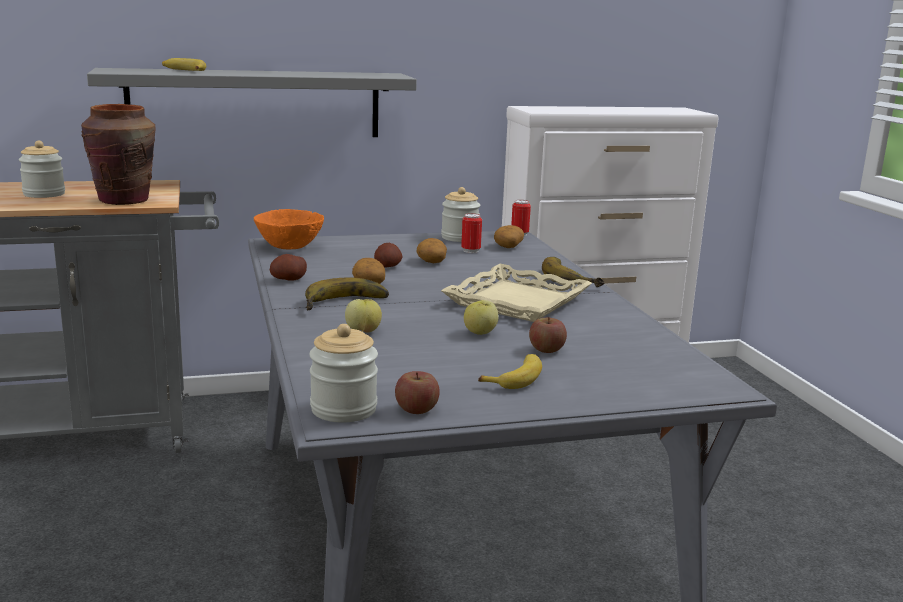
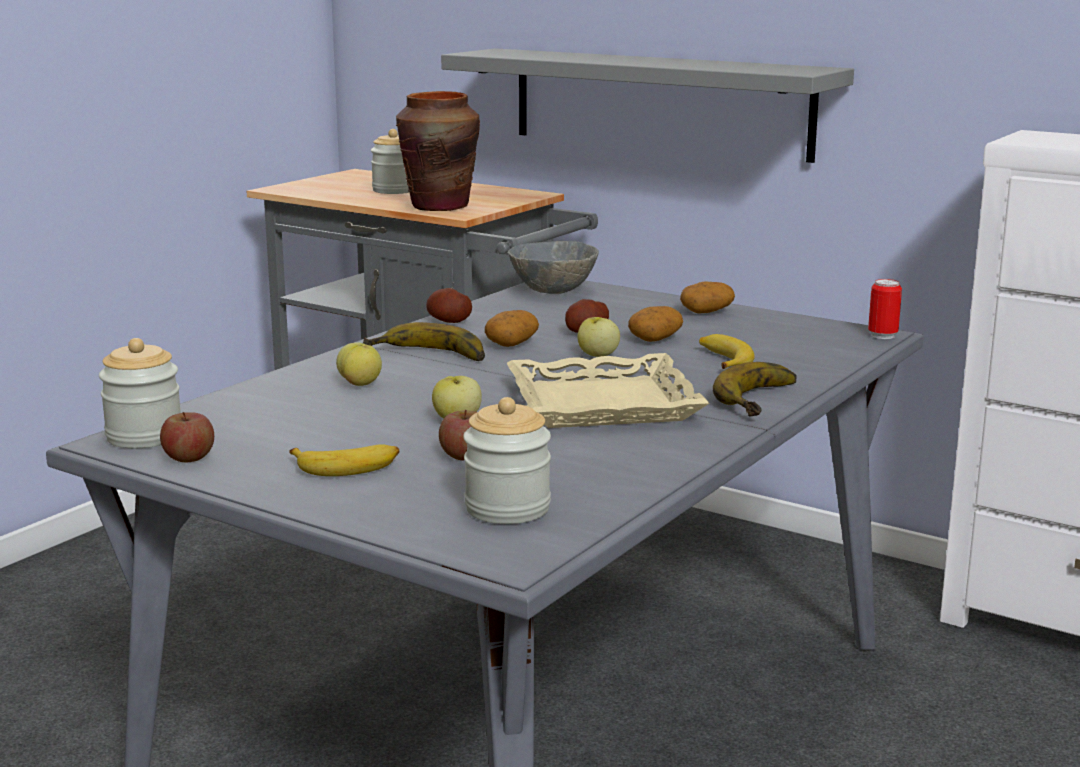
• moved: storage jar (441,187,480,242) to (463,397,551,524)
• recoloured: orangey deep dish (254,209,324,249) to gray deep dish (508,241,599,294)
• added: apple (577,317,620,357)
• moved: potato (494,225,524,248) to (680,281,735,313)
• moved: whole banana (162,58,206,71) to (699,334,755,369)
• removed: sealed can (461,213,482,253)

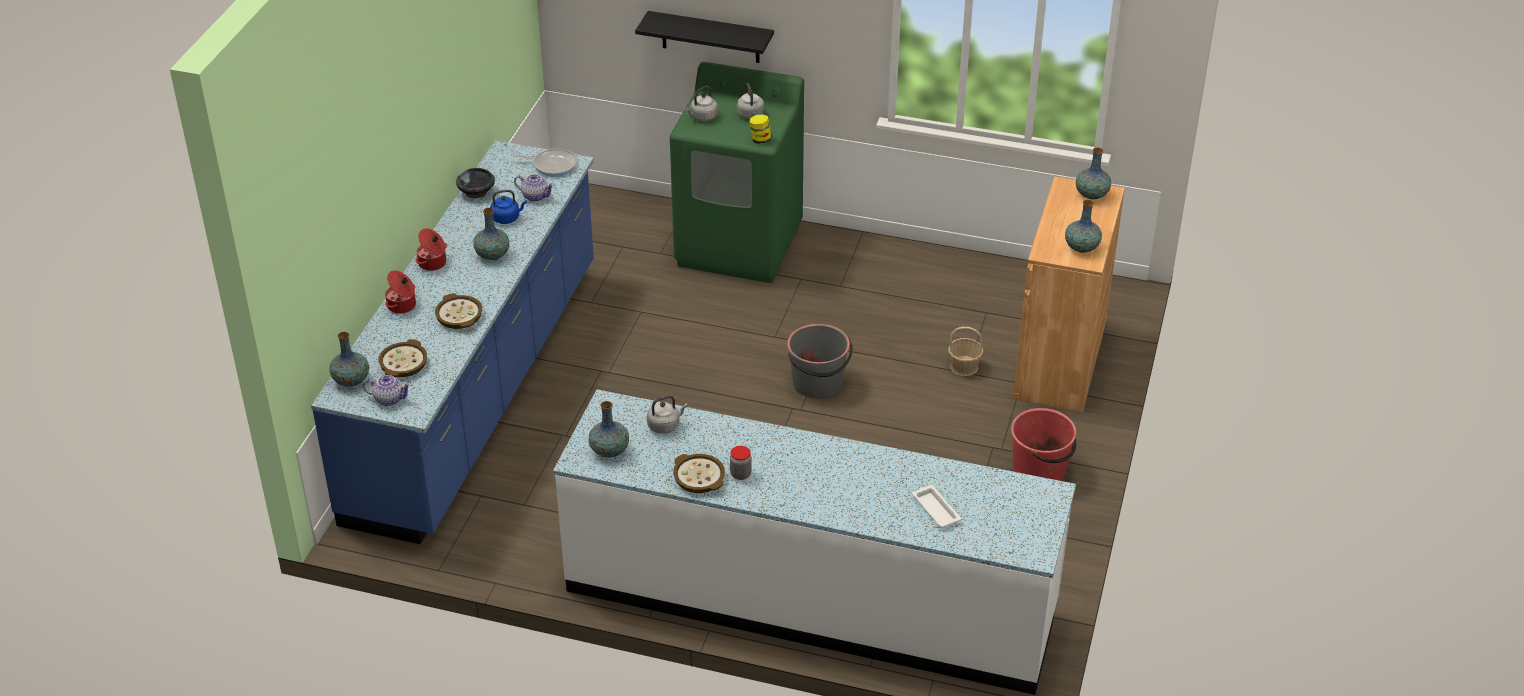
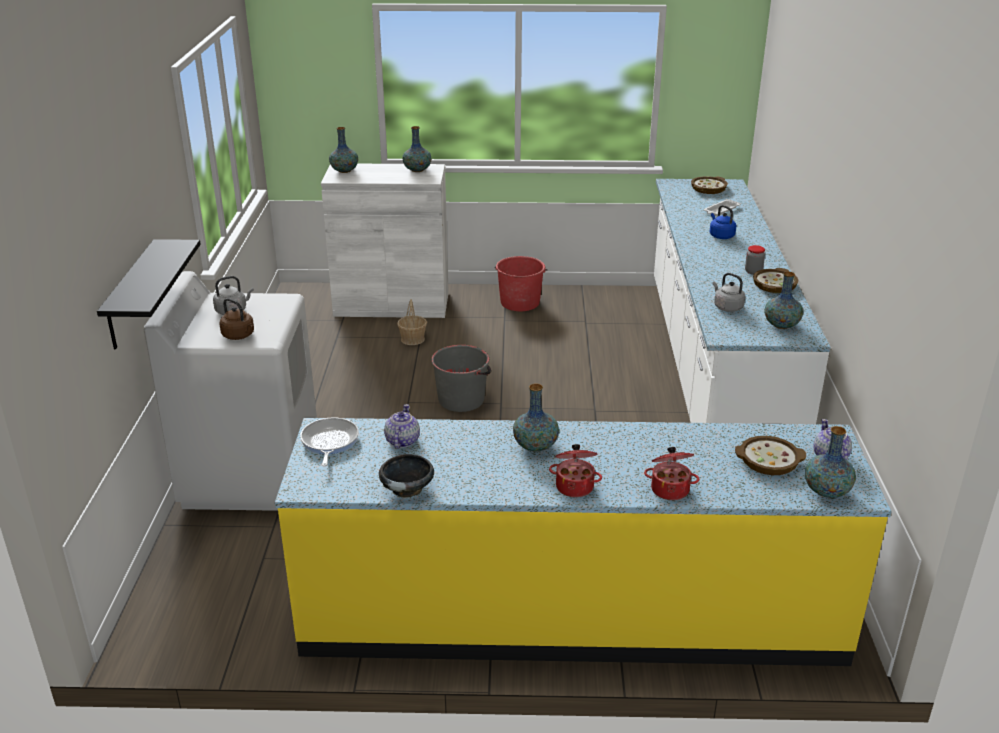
• recoloured: green laundry machine (670,62,804,283) to white-coloured laundry machine (144,271,317,511)
• recoloured: gray water kettle (685,86,718,121) to brown water kettle (220,298,254,340)
• recoloured: blue-coloured kitchen base unit (311,140,594,544) to yellow-coloured kitchen base unit (275,418,892,666)
• recoloured: brown cupboard (1013,176,1125,412) to white-coloured cupboard (321,164,449,318)
• moved: deep dish (435,293,482,329) to (691,176,728,194)
• moved: blue-coloured water kettle (490,190,527,224) to (710,205,736,239)
• removed: storage jar (749,114,772,144)

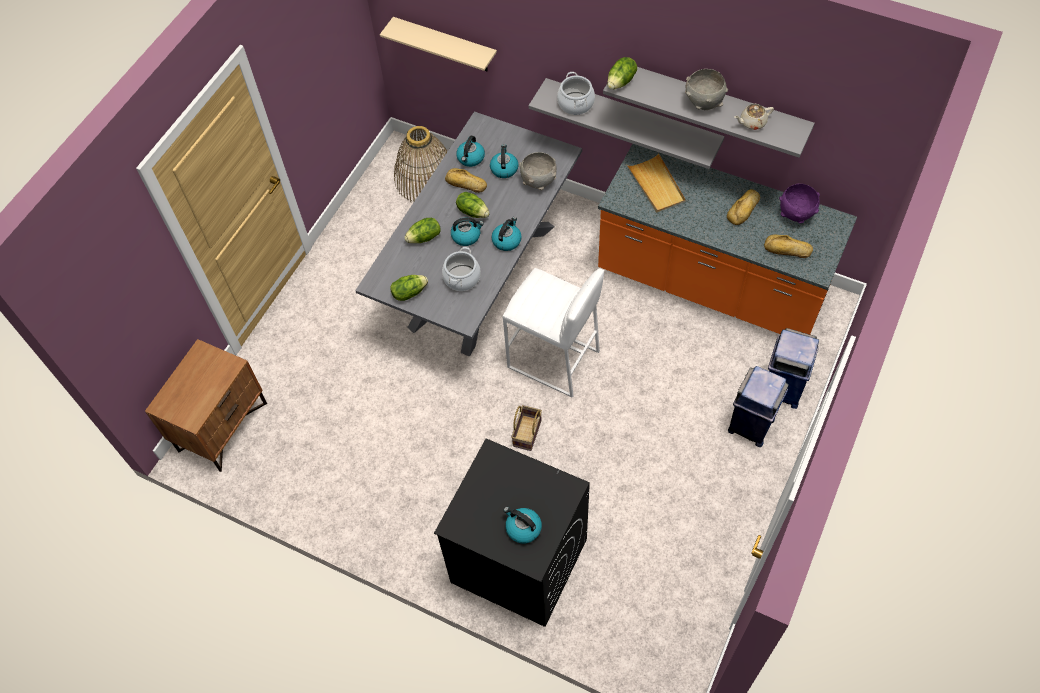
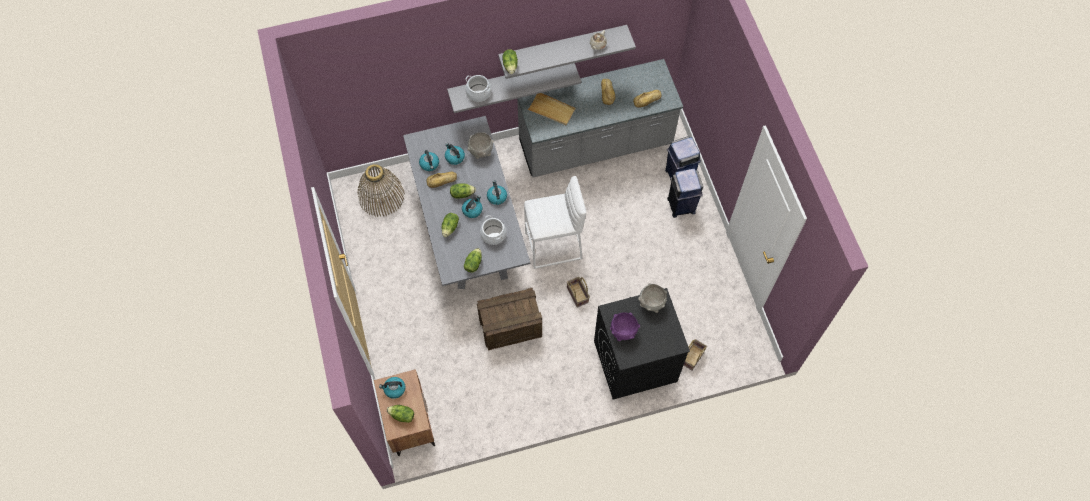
• moved: water kettle (503,506,542,544) to (379,377,406,399)
• added: head of lettuce (387,405,414,423)
• added: packing crate (477,288,542,350)
• recoloured: orangey kitchen base unit (598,144,857,335) to gray kitchen base unit (517,59,683,177)
• moved: purple-coloured deep dish (779,184,820,224) to (610,312,640,341)
• moved: gray deep dish (685,69,728,110) to (638,283,667,313)
• added: household basket (683,339,707,370)
• removed: beige shelf (380,17,497,71)

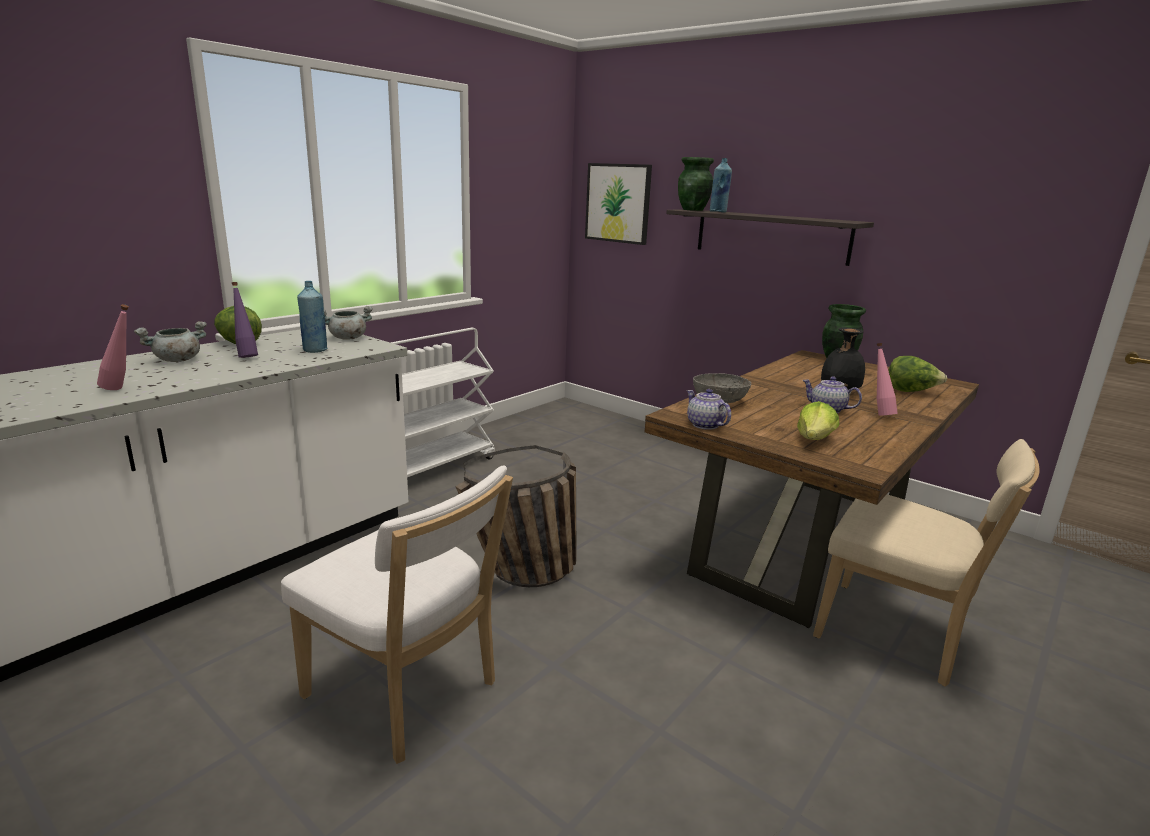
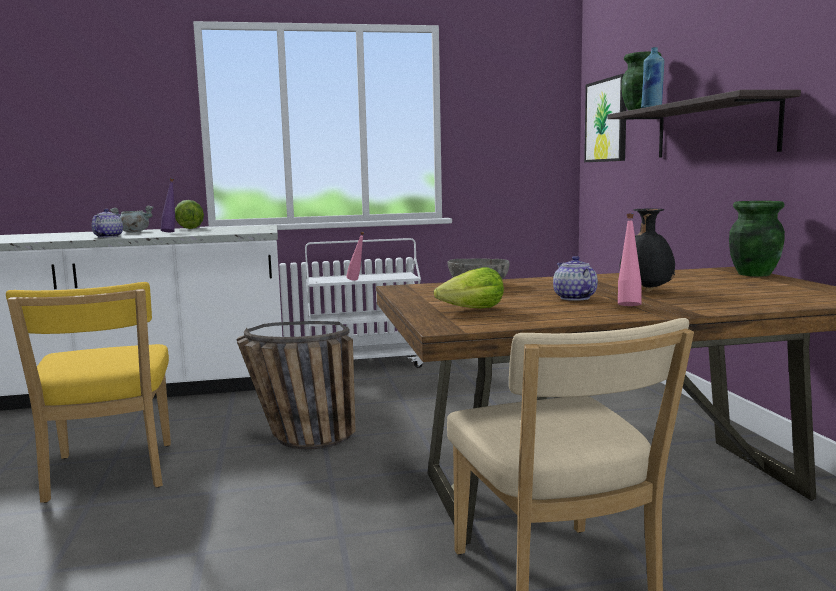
• recoloured: white-coloured upright chair (281,465,513,764) to yellow-coloured upright chair (6,282,171,503)
• moved: teapot (687,389,731,430) to (92,209,123,238)
• moved: pink-coloured drink bottle (97,304,129,390) to (346,232,364,281)
• removed: blue-coloured drink bottle (297,281,328,353)
• removed: gray stockpot (324,306,373,340)
• removed: head of lettuce (888,356,947,392)

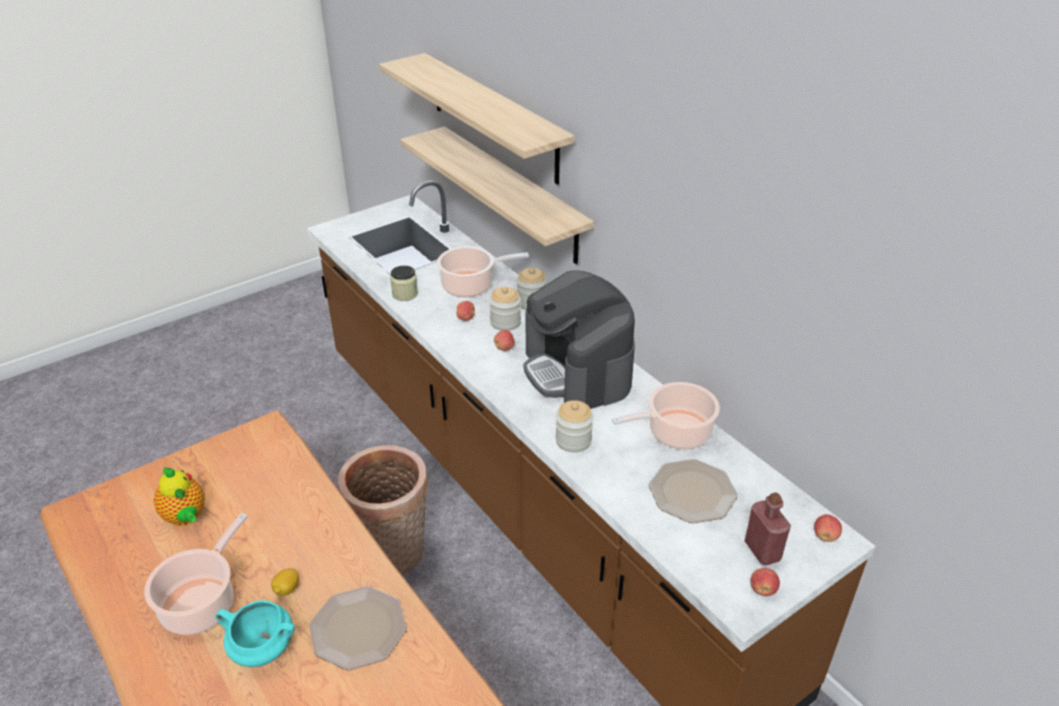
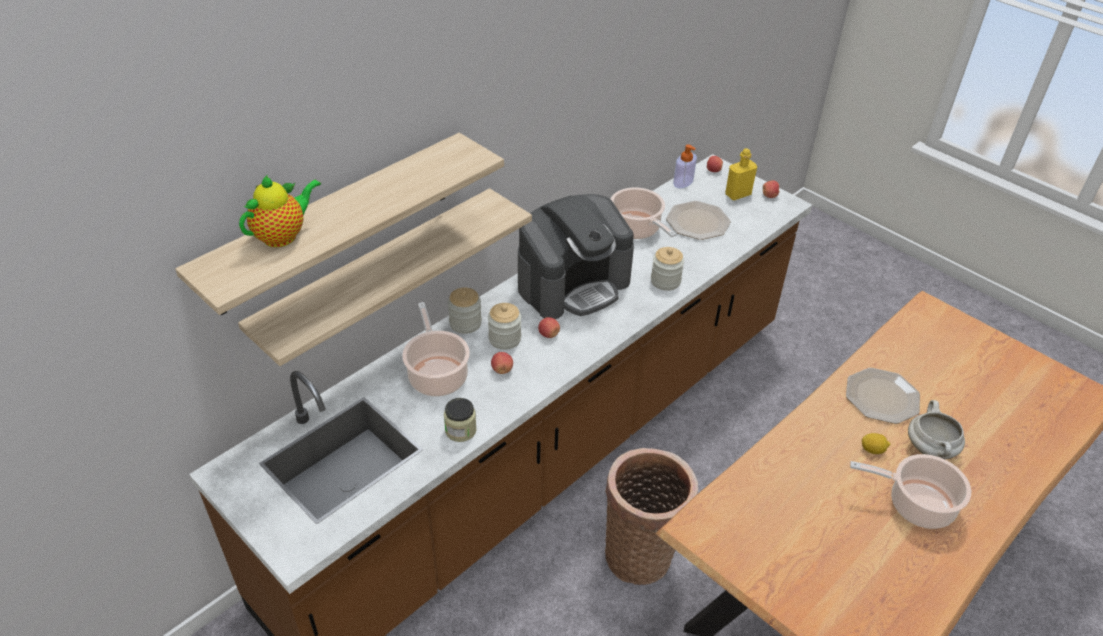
• moved: teapot (154,467,205,526) to (239,174,321,247)
• added: soap bottle (673,144,697,188)
• recoloured: reddish drink bottle (745,492,791,565) to yellow-coloured drink bottle (725,148,757,200)
• recoloured: blue-green stockpot (216,600,295,667) to white-coloured stockpot (908,400,965,459)

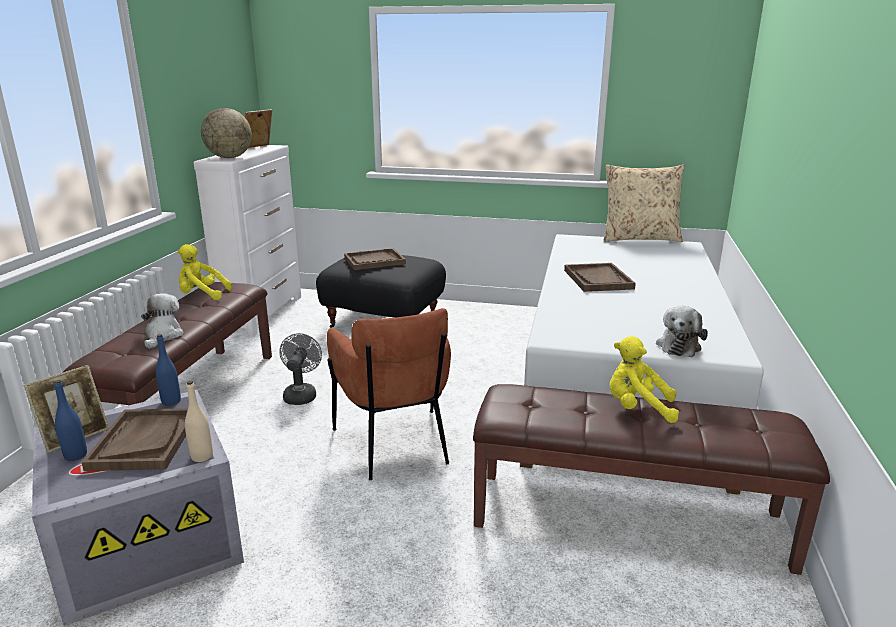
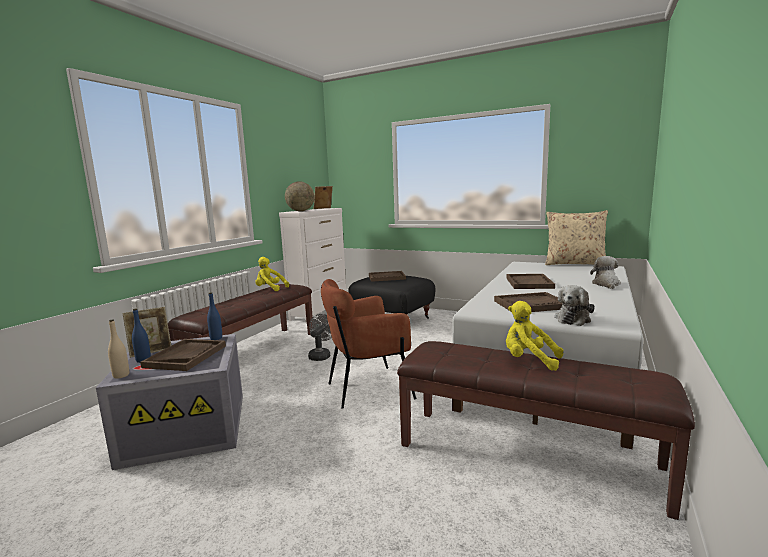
• moved: beige drink bottle (185,381,213,462) to (108,319,129,379)
• turned: brown armchair (327,308,451,480) = (321,279,416,409) 75 degrees clockwise
• added: brown serving tray (494,292,563,312)
• moved: soft toy (141,293,184,349) to (590,256,621,289)

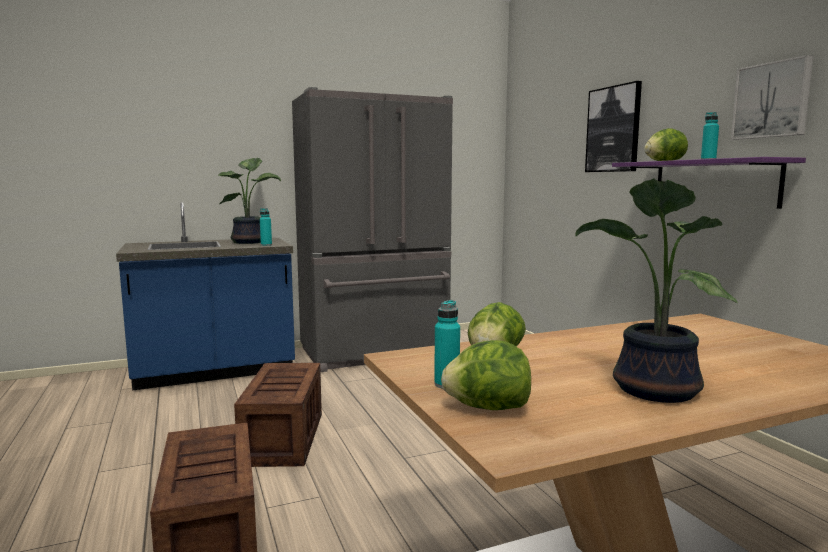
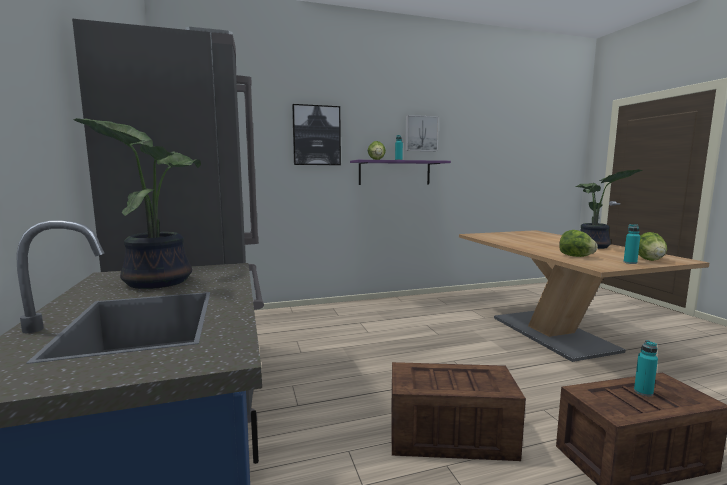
• moved: blue-green drink bottle (260,208,272,246) to (634,340,658,396)

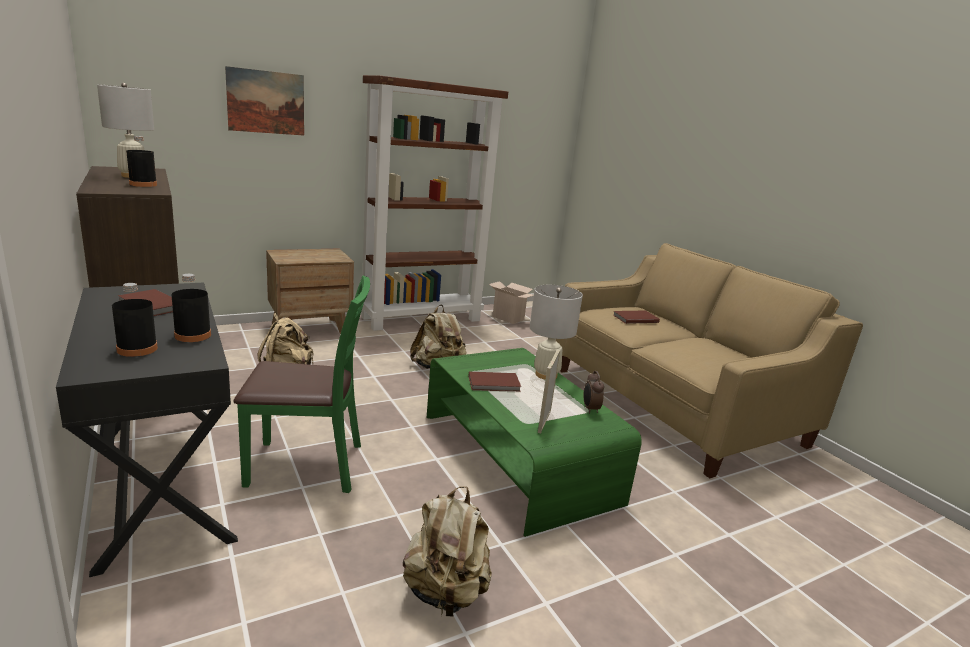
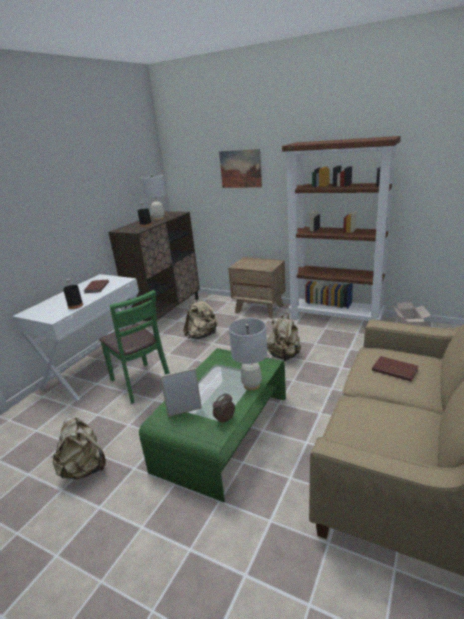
• recoloured: black-coloured desk (56,283,238,577) to white-coloured desk (12,274,139,401)
• removed: black-coloured drink bottle (112,283,158,357)
• removed: brown book (469,372,521,392)

